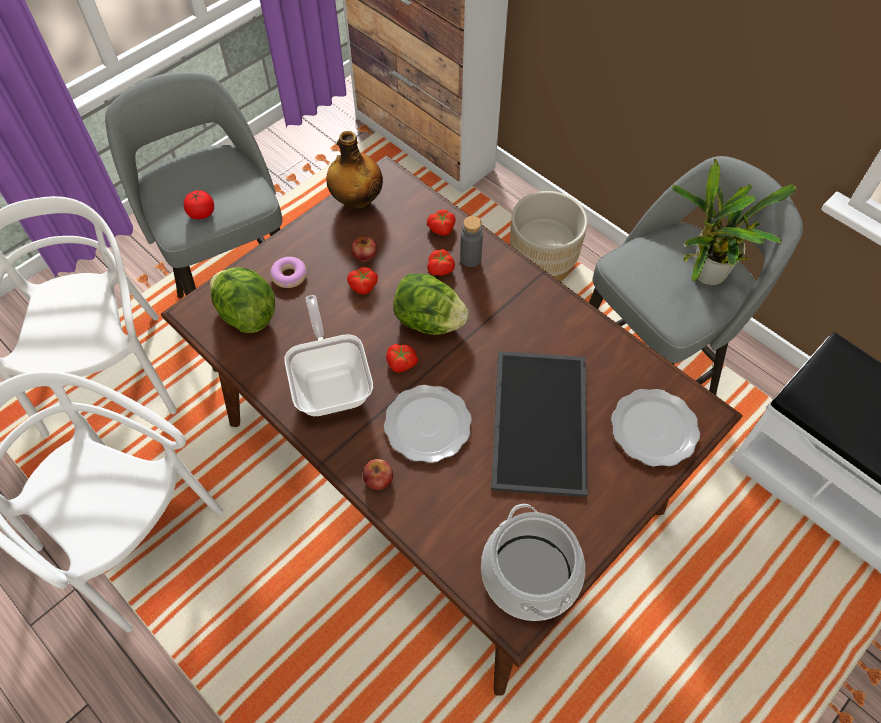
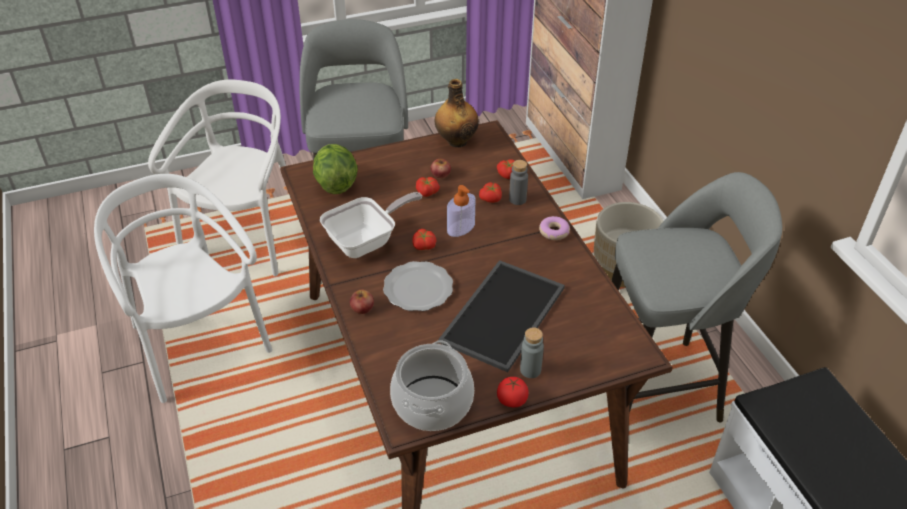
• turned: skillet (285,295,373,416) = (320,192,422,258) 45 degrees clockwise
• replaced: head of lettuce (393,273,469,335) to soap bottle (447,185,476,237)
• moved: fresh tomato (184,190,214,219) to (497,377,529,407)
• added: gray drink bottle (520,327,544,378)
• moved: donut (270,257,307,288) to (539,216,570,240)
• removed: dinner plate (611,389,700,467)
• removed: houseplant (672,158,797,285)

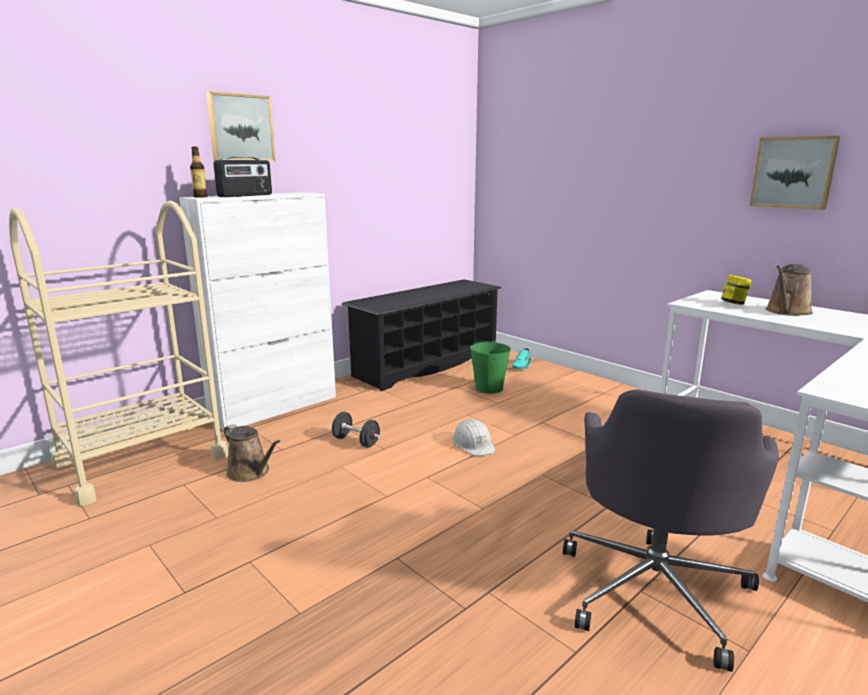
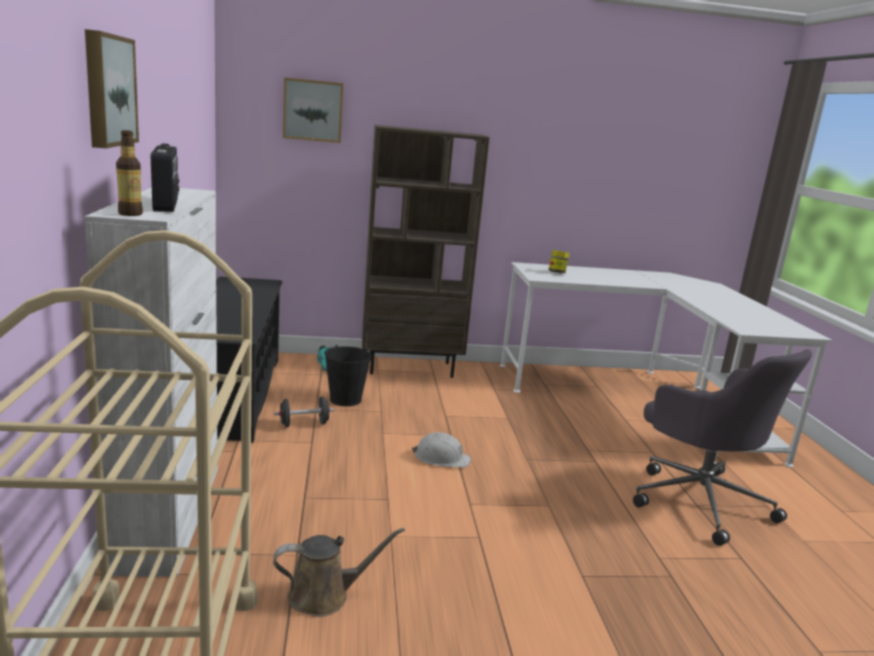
• moved: black-coloured hand weight (332,412,380,448) to (274,396,334,427)
• moved: picture (749,136,840,210) to (283,78,343,143)
• recoloured: green bucket (470,340,511,394) to black-coloured bucket (324,345,371,406)
• added: brown bookshelf (362,125,490,378)
• removed: brown sprinkling can (765,264,813,316)

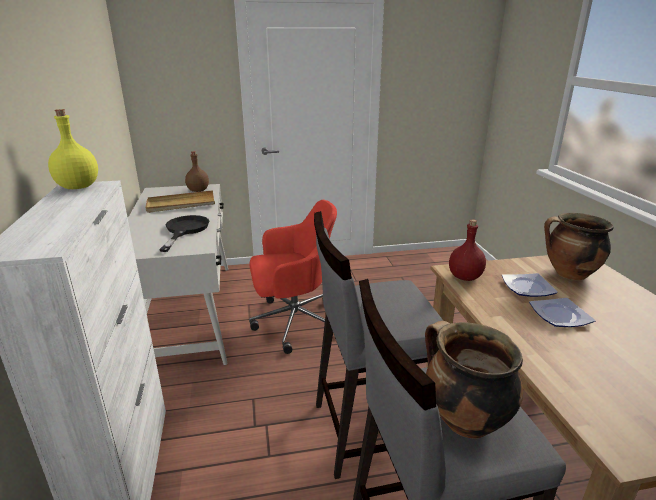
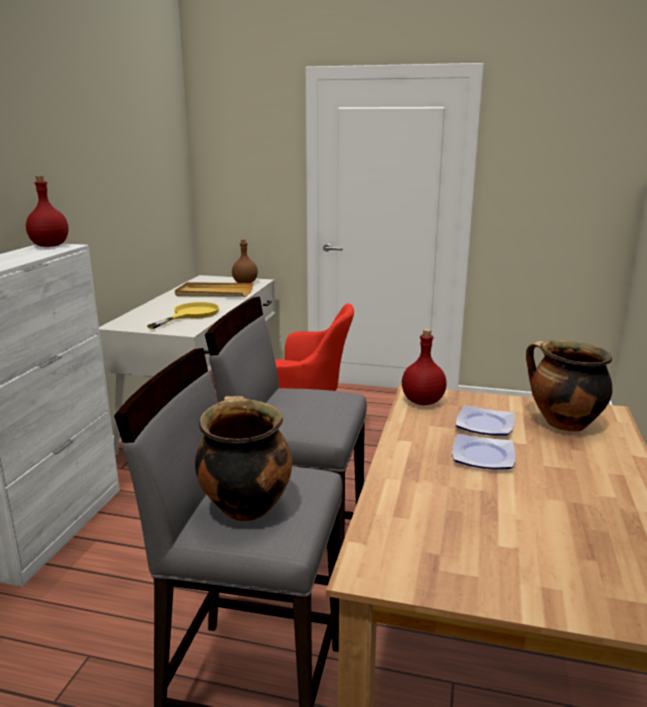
• recoloured: yellow-coloured drink bottle (48,109,98,189) to reddish drink bottle (26,176,68,247)
• recoloured: black-coloured skillet (159,215,209,252) to yellow-coloured skillet (147,302,219,329)

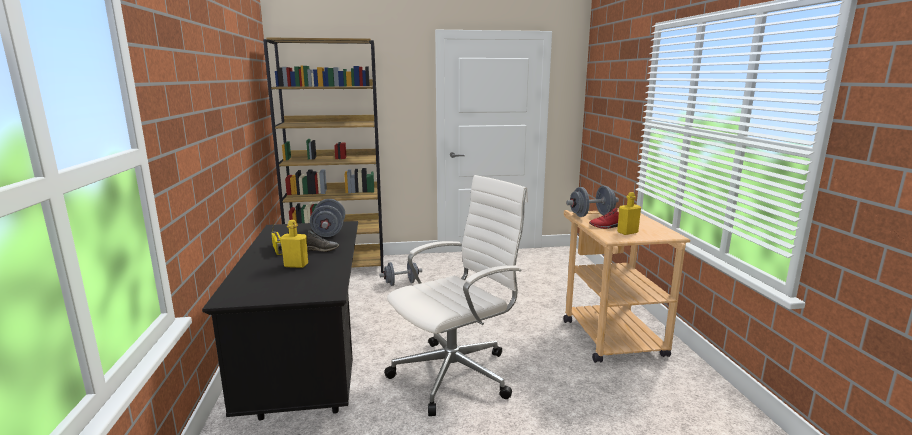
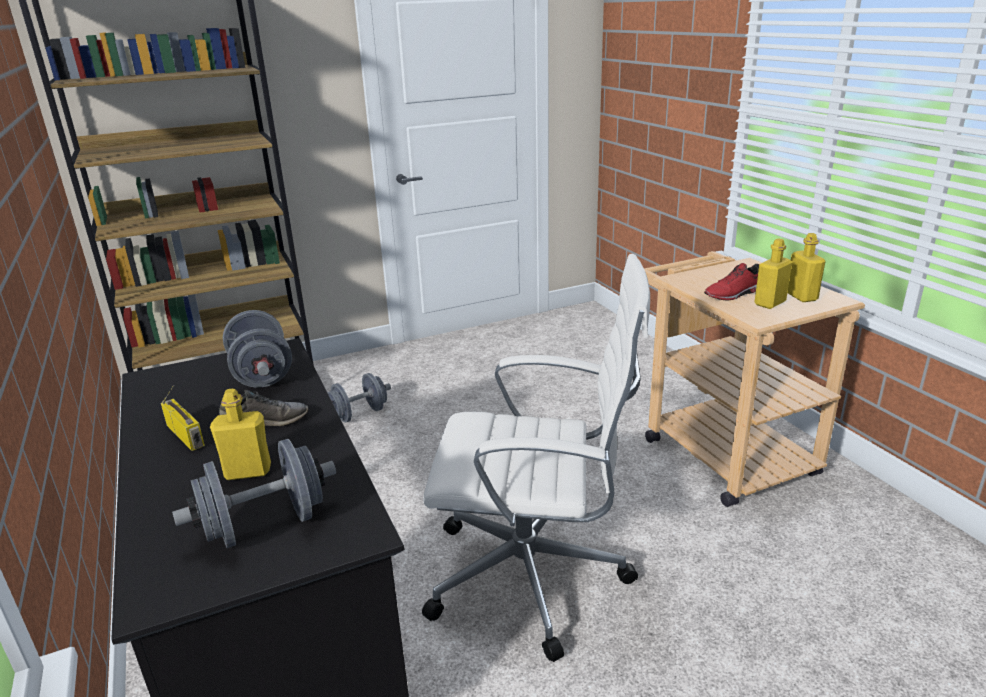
• moved: gray hand weight (566,186,619,217) to (172,439,336,548)
• turned: white-coloured computer chair (384,175,528,416) = (422,254,650,662) 60 degrees clockwise
• added: yellow-coloured drink bottle (787,233,825,302)

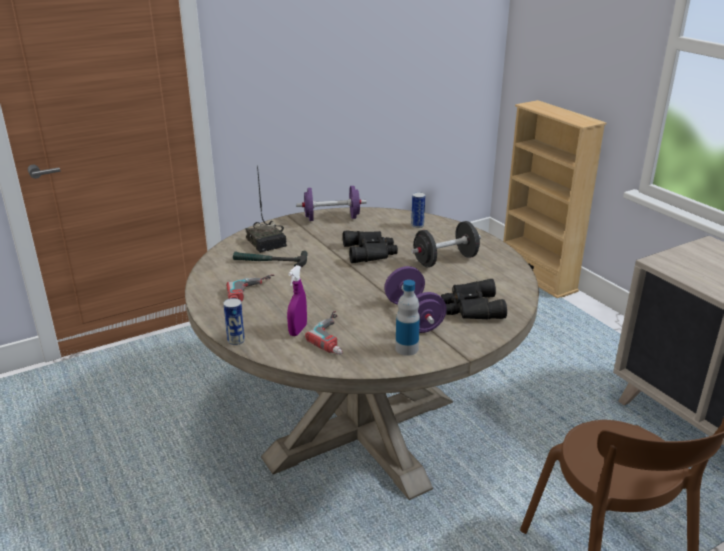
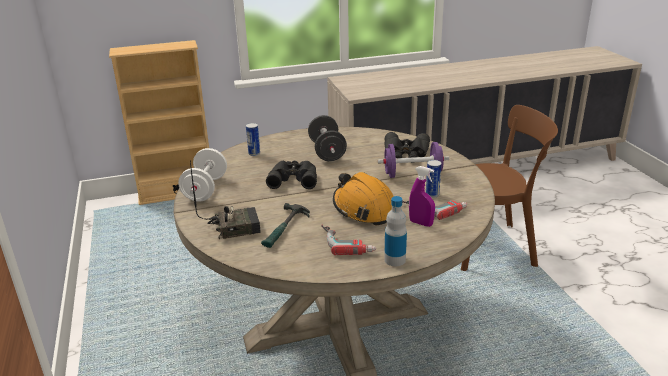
• recoloured: purple-coloured hand weight (297,186,367,221) to white-coloured hand weight (178,148,227,202)
• added: orangey hard hat (333,172,394,226)
• moved: drink bottle (395,280,420,356) to (384,196,407,266)
• moved: sealed can (223,298,245,345) to (426,160,441,198)

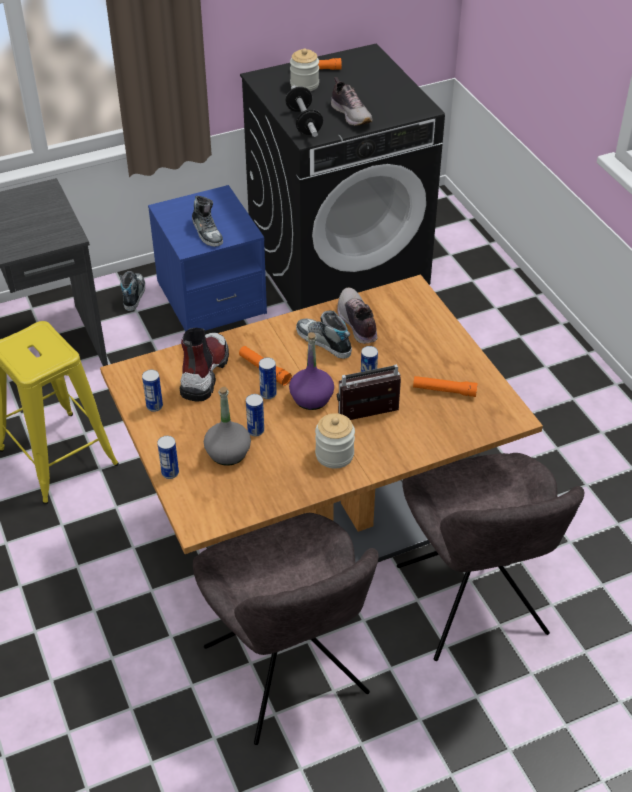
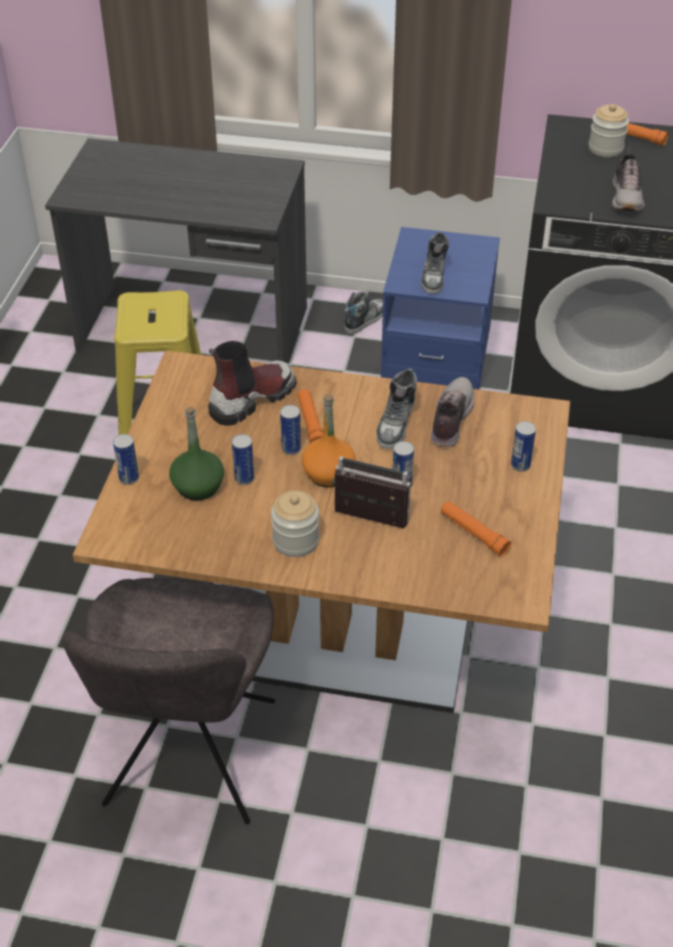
• recoloured: gray drink bottle (204,387,251,466) to green drink bottle (169,407,224,500)
• recoloured: purple-coloured drink bottle (289,332,334,410) to orangey drink bottle (302,393,356,487)
• turned: item of footwear (296,311,352,359) = (376,368,417,449) 150 degrees counterclockwise
• moved: sealed can (142,370,163,412) to (511,421,536,472)
• removed: hand weight (285,85,323,137)
• removed: gray upright chair (397,453,584,661)

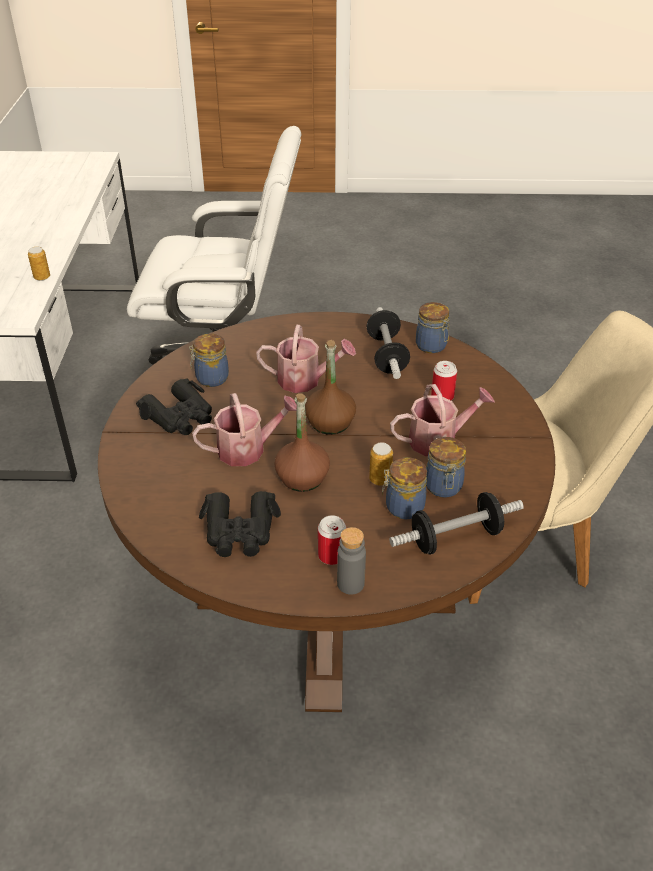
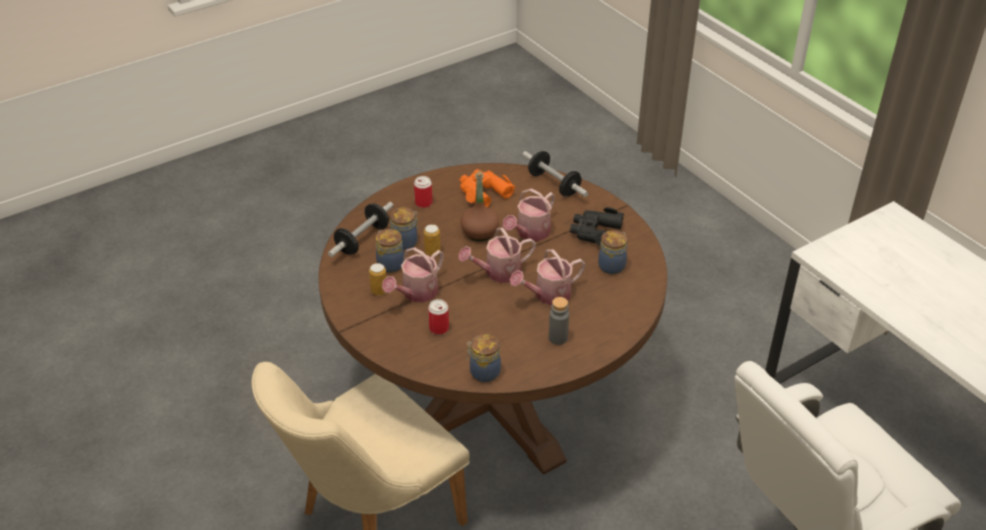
• moved: sealed can (28,247,50,281) to (369,263,386,295)
• replaced: brown drink bottle (305,340,356,435) to sprinkling can (458,228,536,283)
• recoloured: black-coloured binoculars (199,491,281,557) to orangey binoculars (460,169,515,207)
• moved: hand weight (367,307,410,379) to (522,151,588,197)
• moved: gray drink bottle (337,527,366,595) to (549,297,569,345)

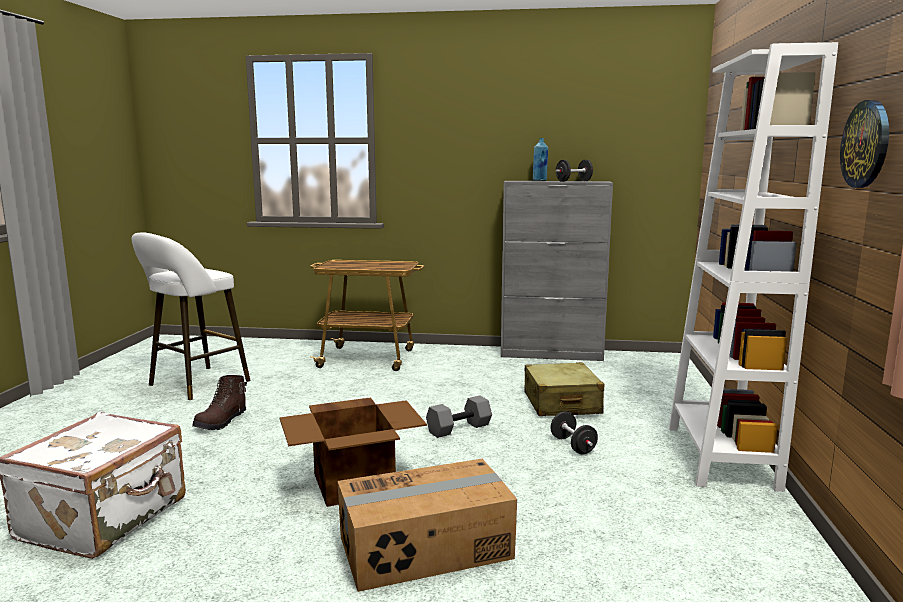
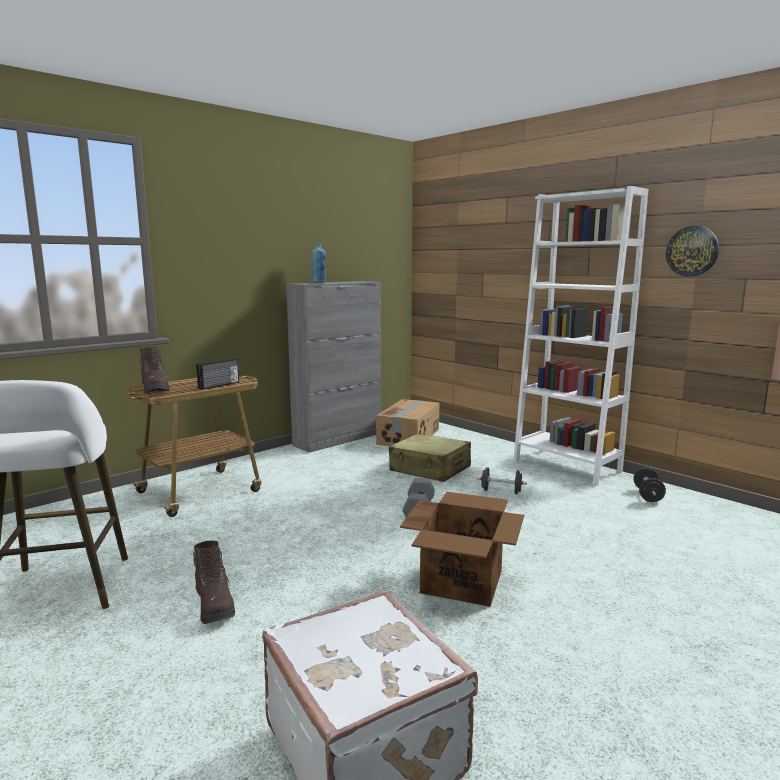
• added: brown high-top boot (139,346,170,393)
• added: radio (196,358,239,390)
• moved: cardboard box (337,459,517,592) to (376,399,439,446)
• moved: black-coloured hand weight (555,160,593,182) to (633,468,666,502)

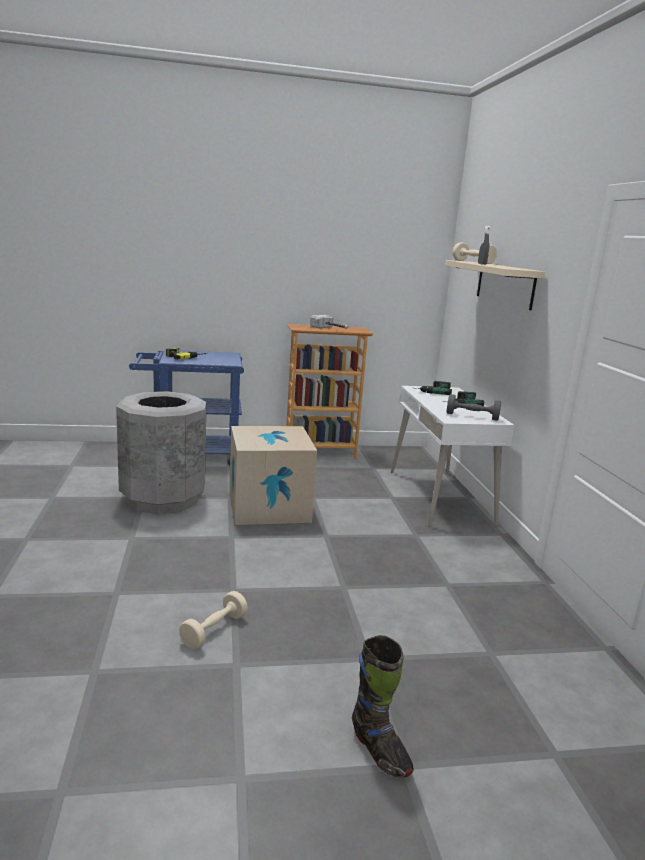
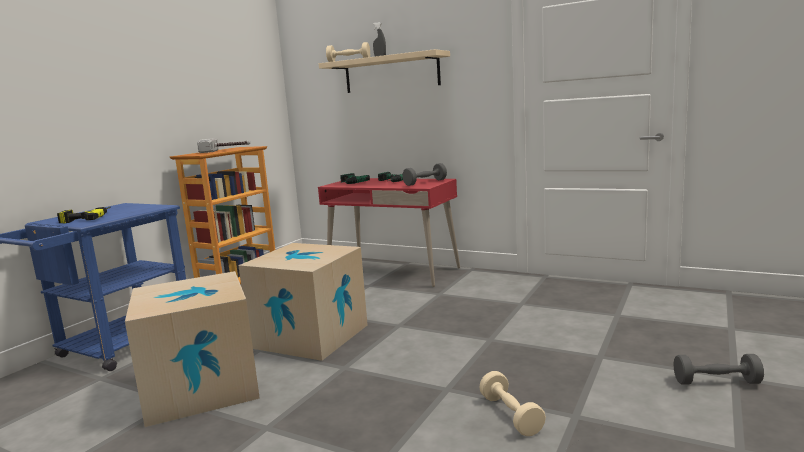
• replaced: gray waste bin (116,391,206,515) to cardboard box (125,271,260,427)
• recoloured: white-coloured desk (391,386,514,527) to reddish desk (318,178,460,287)
• replaced: black-coloured high-top boot (352,635,414,777) to gray hand weight (674,354,764,385)

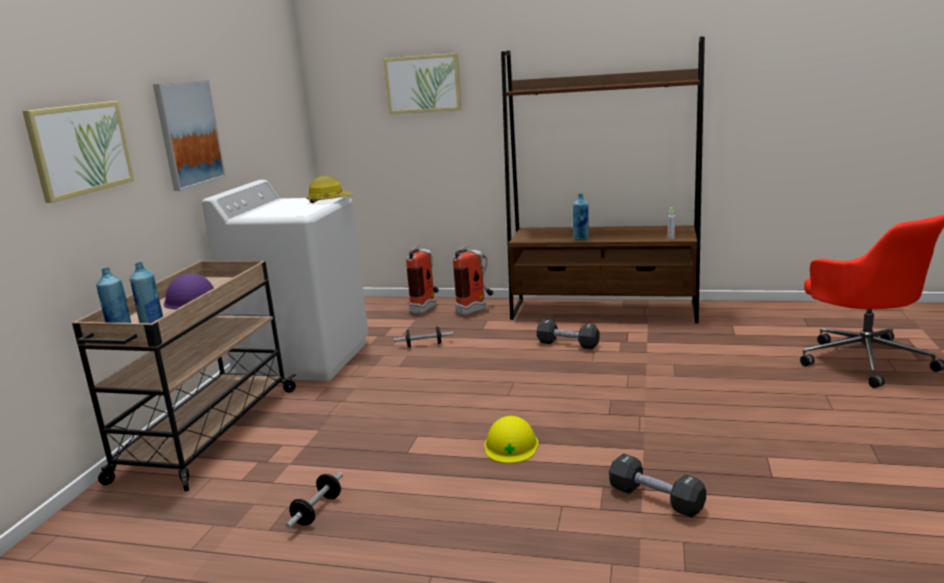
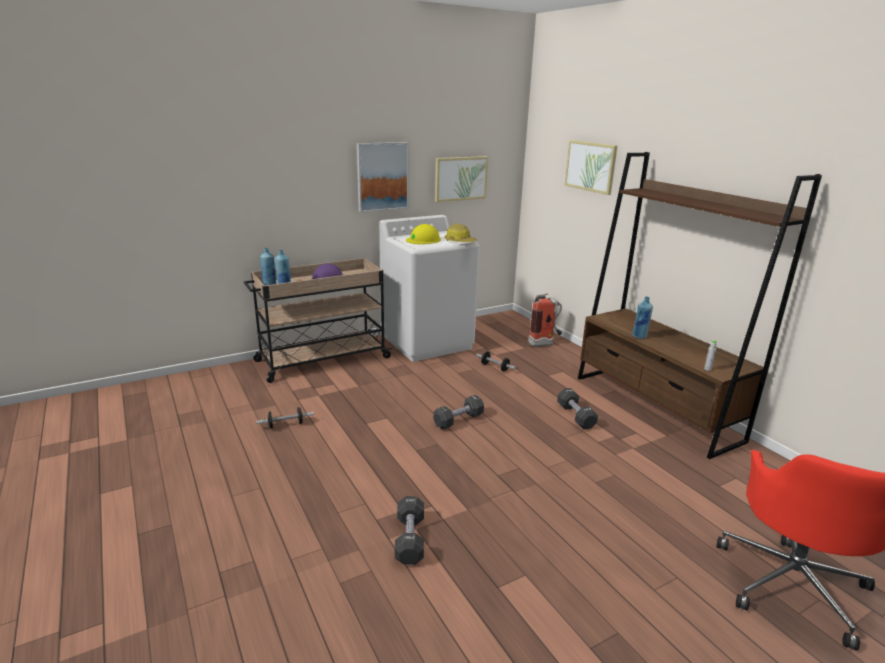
• moved: yellow-coloured hard hat (484,416,538,464) to (406,224,441,244)
• added: black-coloured hand weight (433,395,484,430)
• moved: picture (23,101,135,203) to (435,156,488,202)
• removed: fire-fighting cylinder (453,245,494,316)

